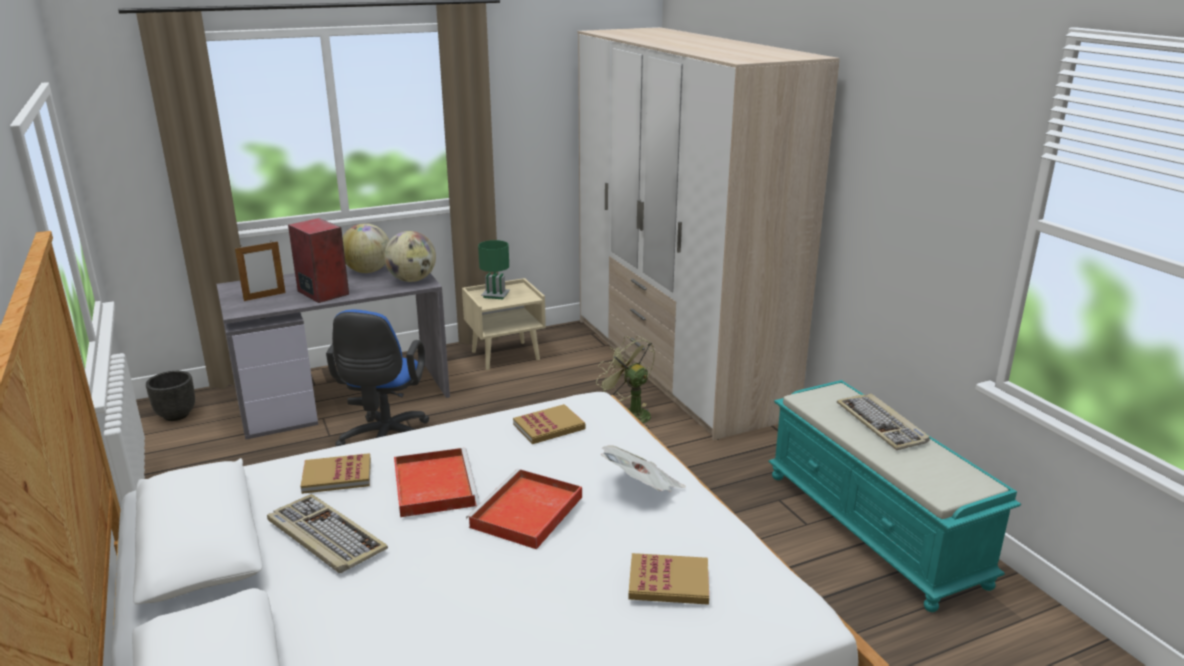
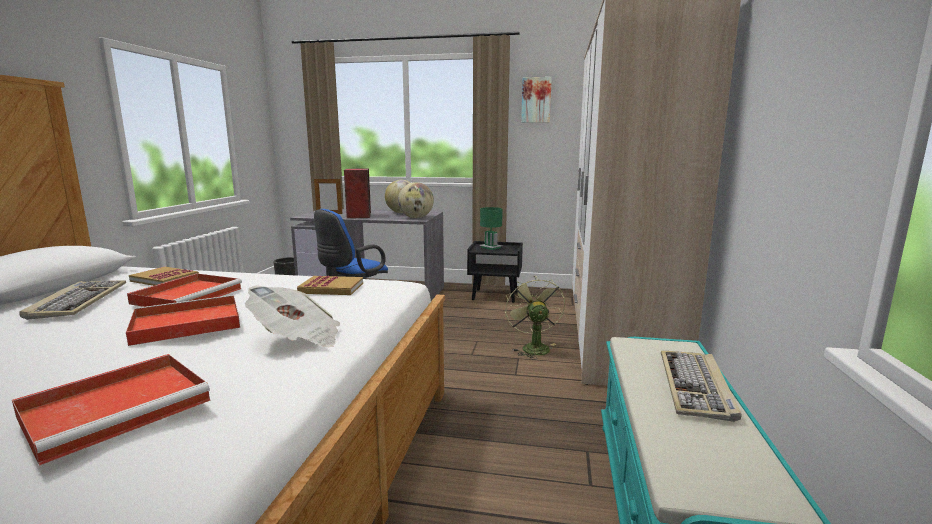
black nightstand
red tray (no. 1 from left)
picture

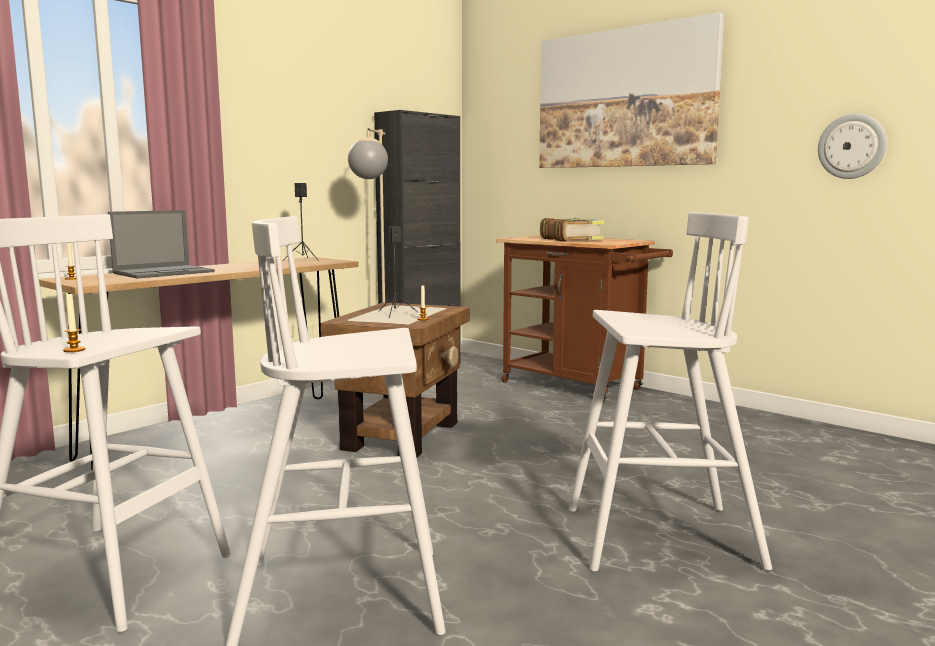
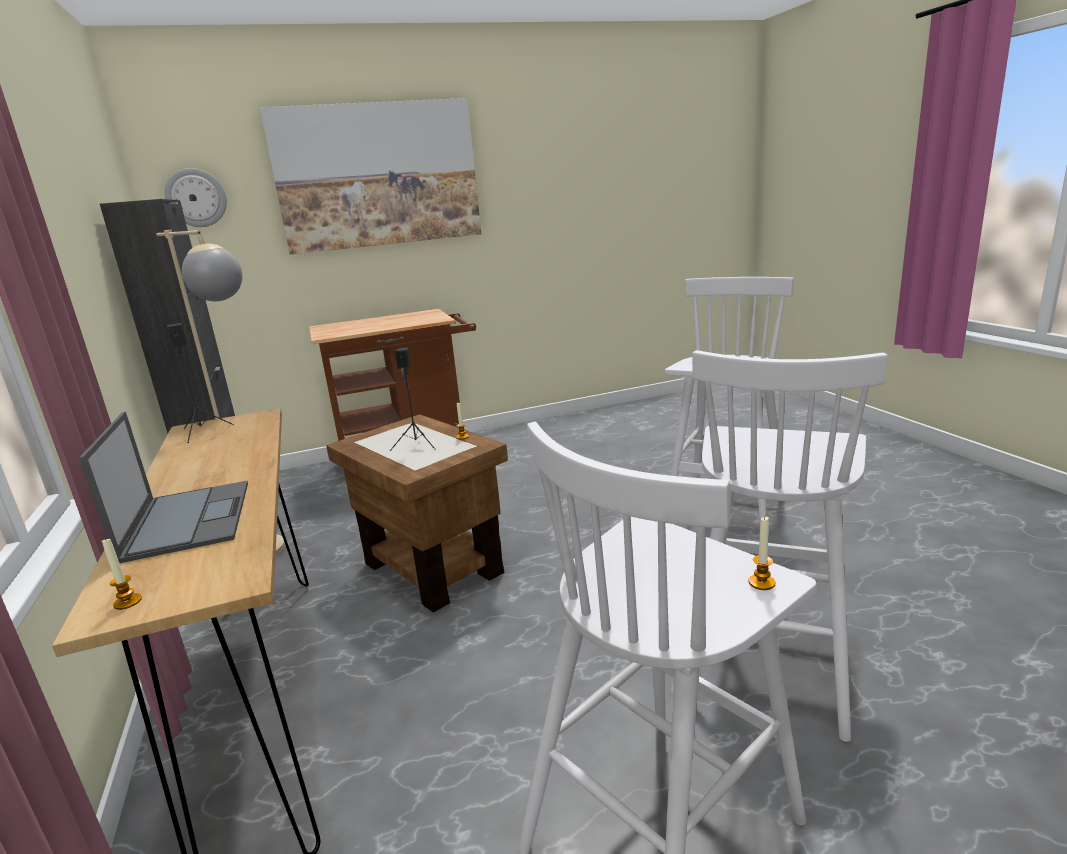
book
wall clock

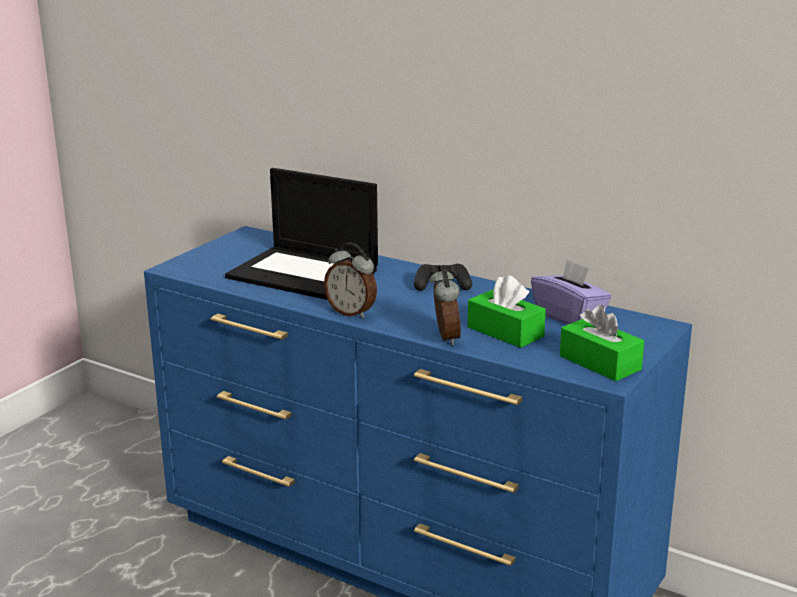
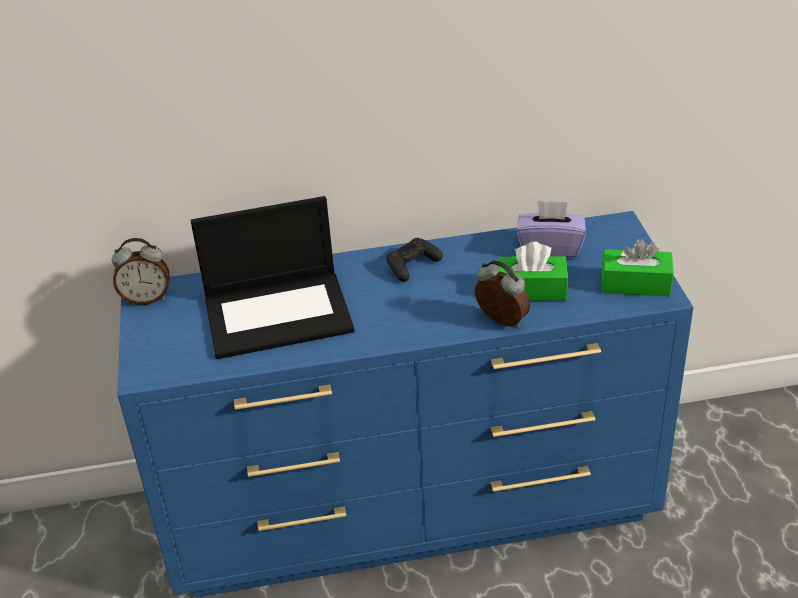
alarm clock (no. 1 from left)

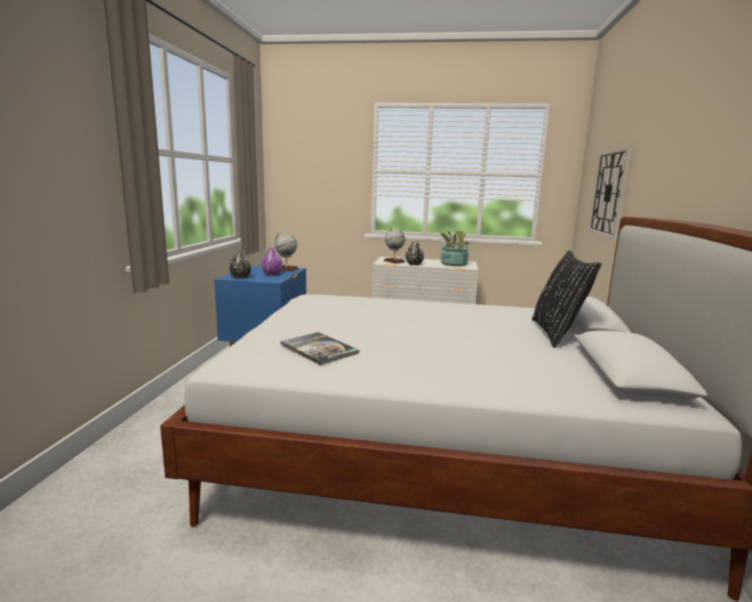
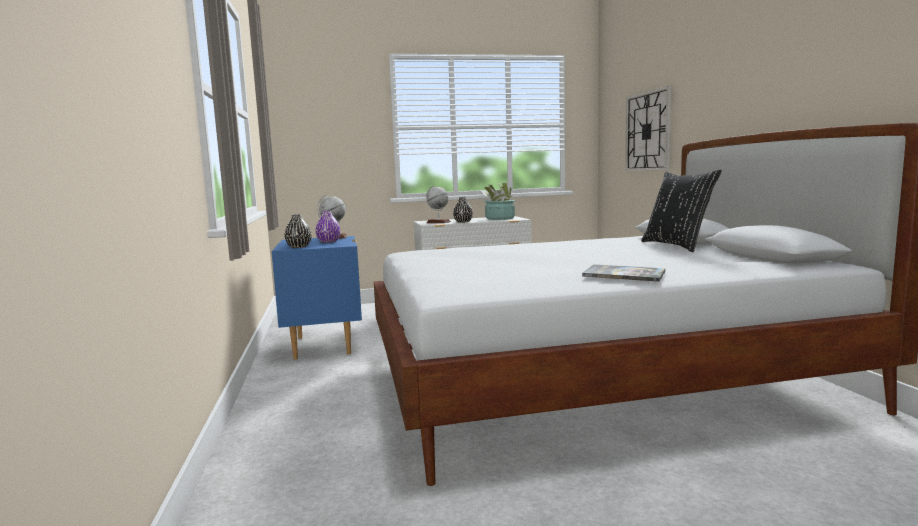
book

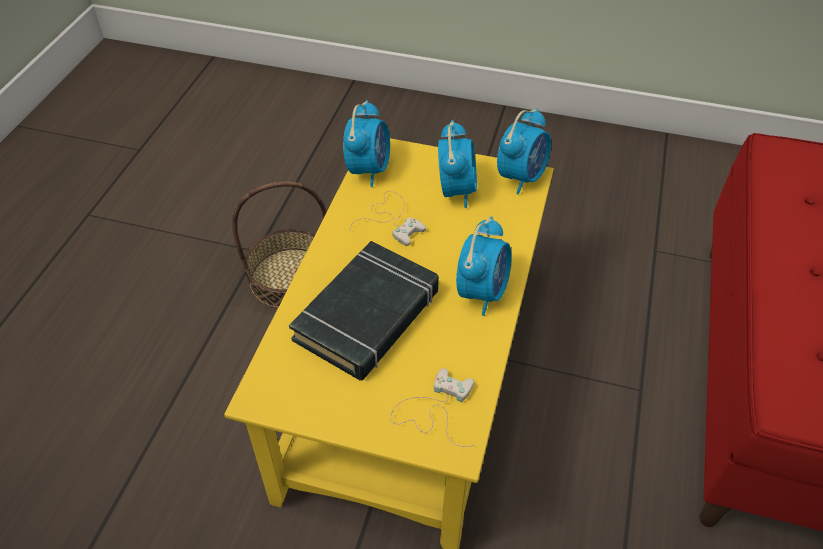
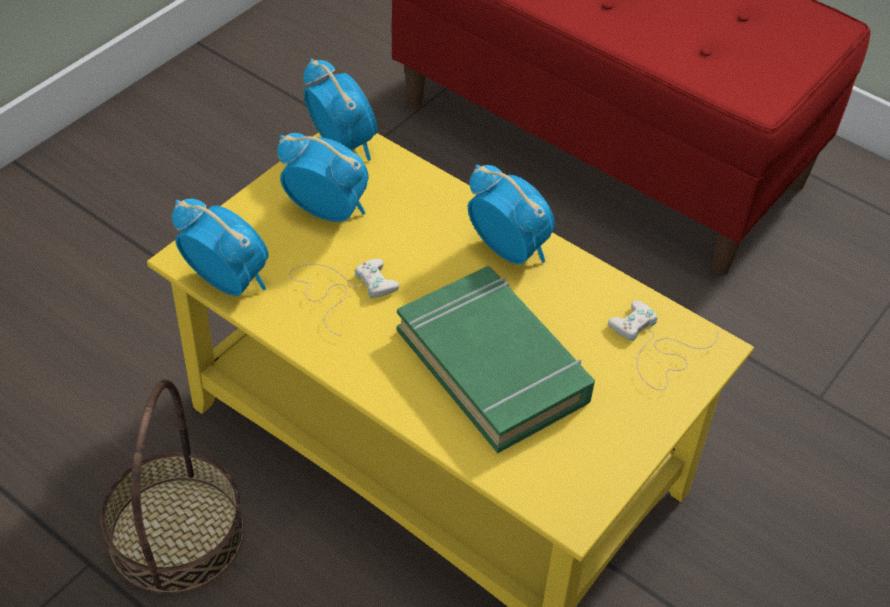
green book

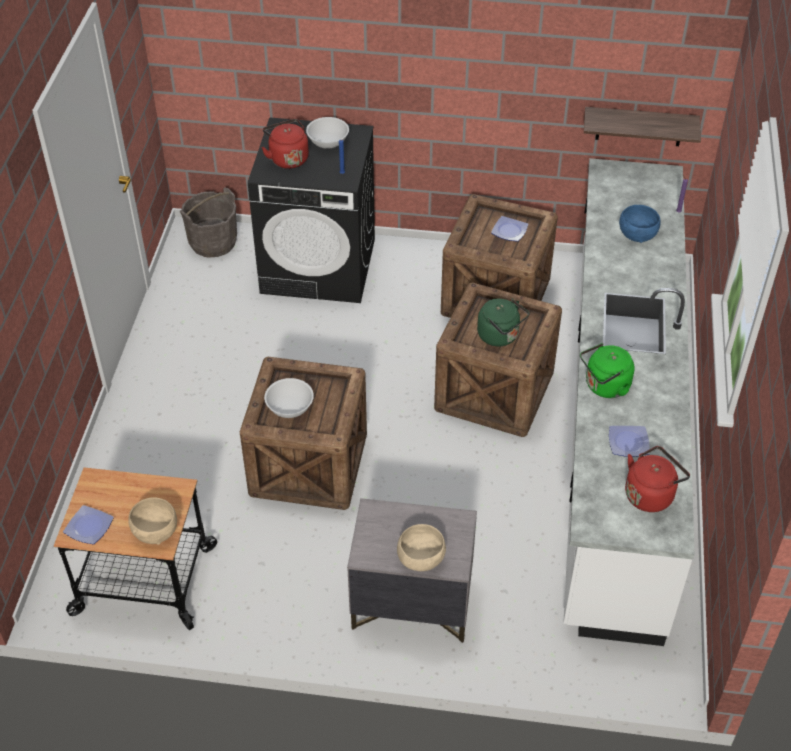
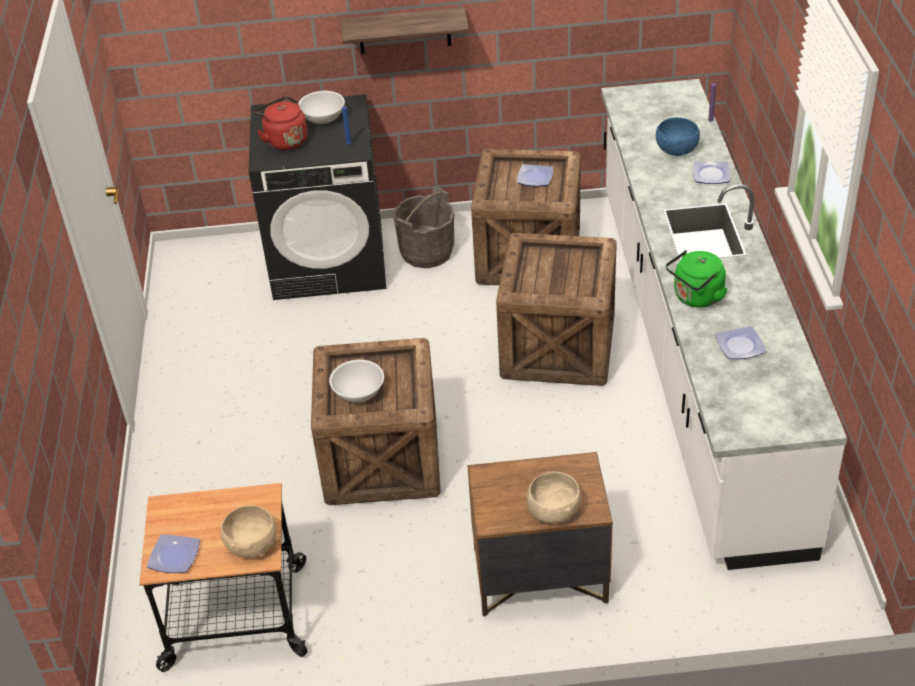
grey bucket
brown nightstand
green kettle (no. 1 from left in the first image)
shelf
red kettle (no. 2 from left in the first image)
plate (no. 3 from left)

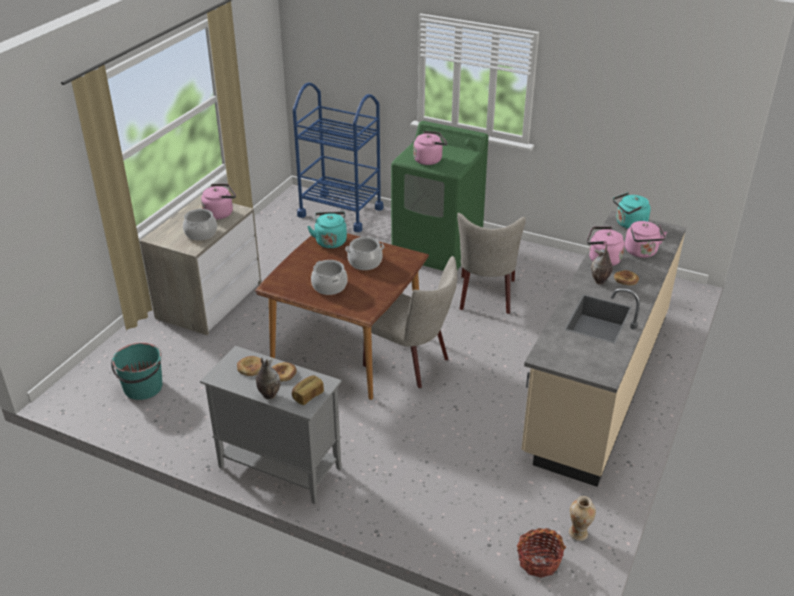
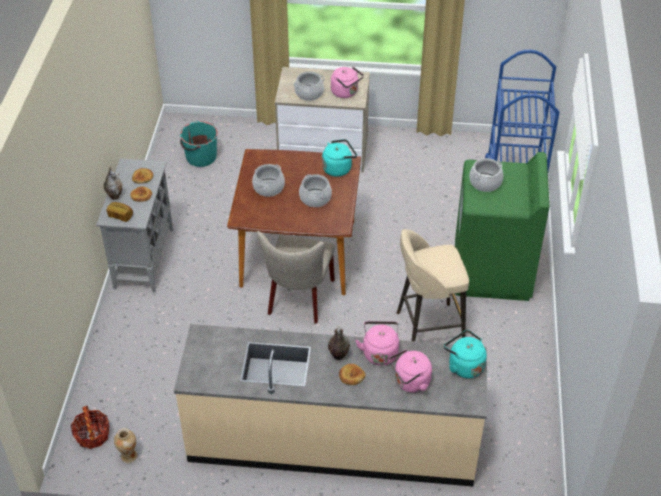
cooking pot (no. 4 from left)
beige stool

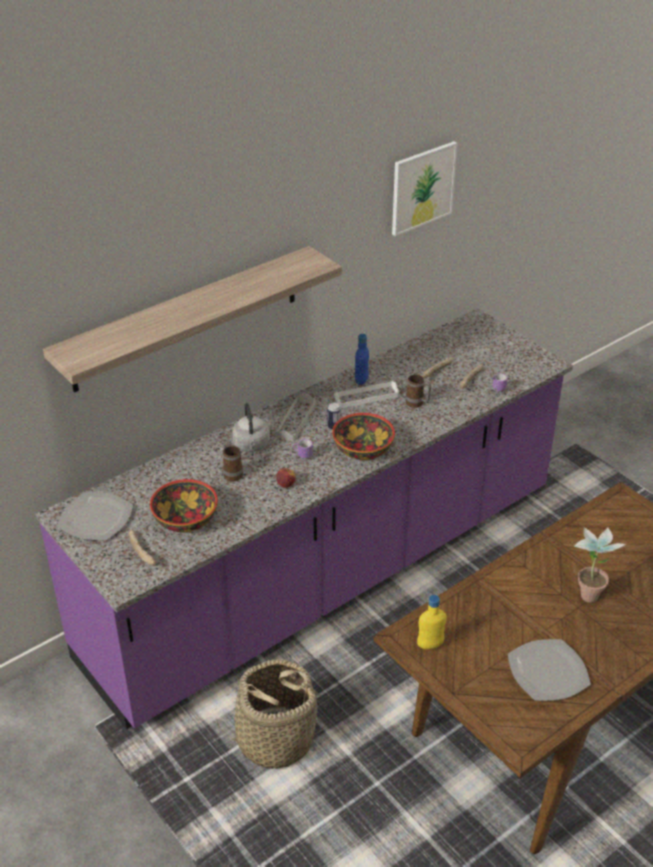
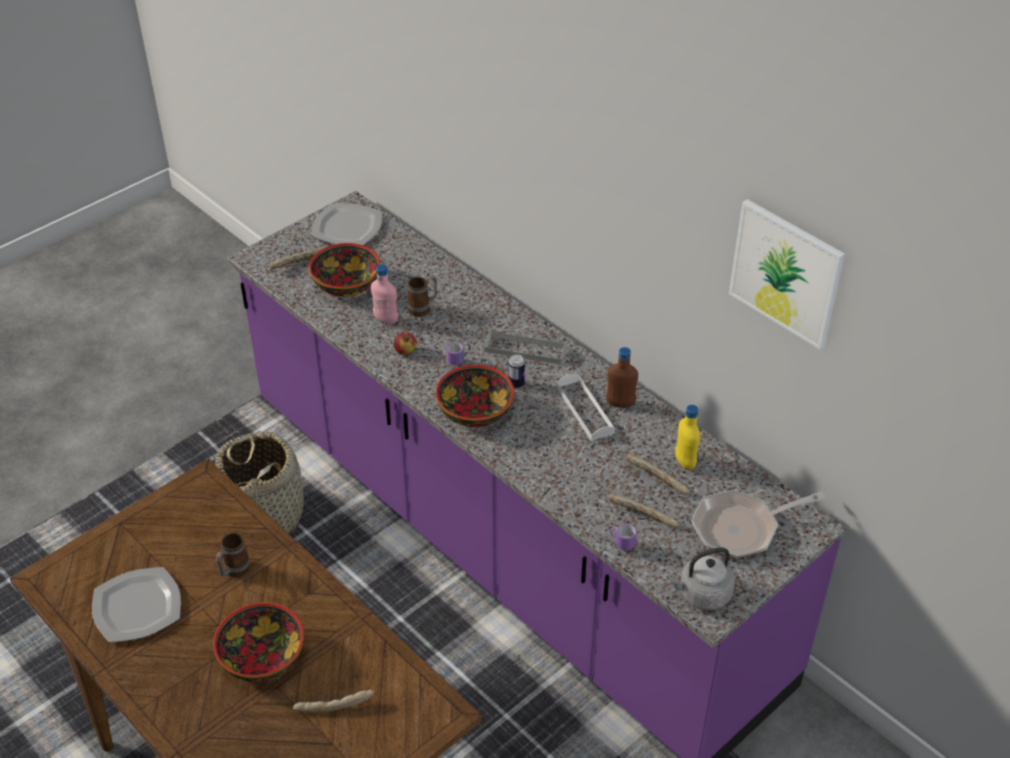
shelf
grey kettle
brown bottle
mug (no. 1 from left)
yellow bottle
bowl (no. 1 from left)
bread (no. 2 from left)
pink bottle
frying pan

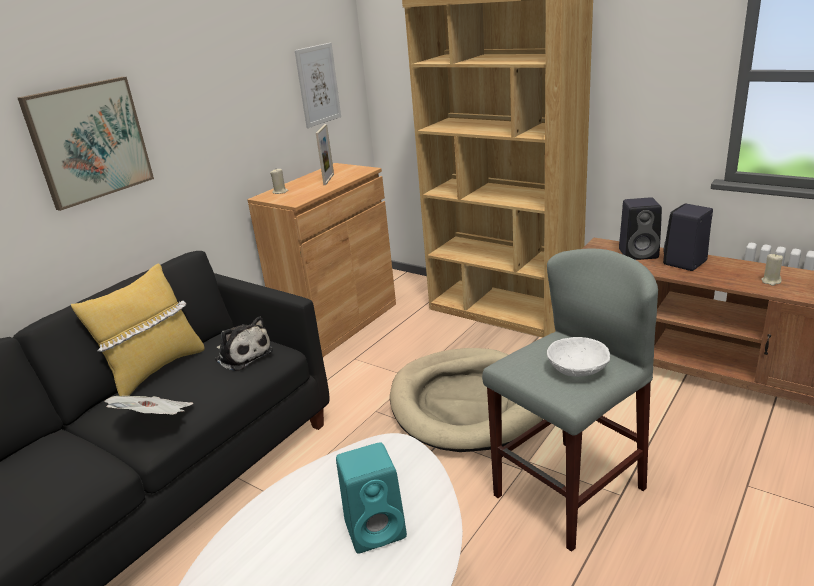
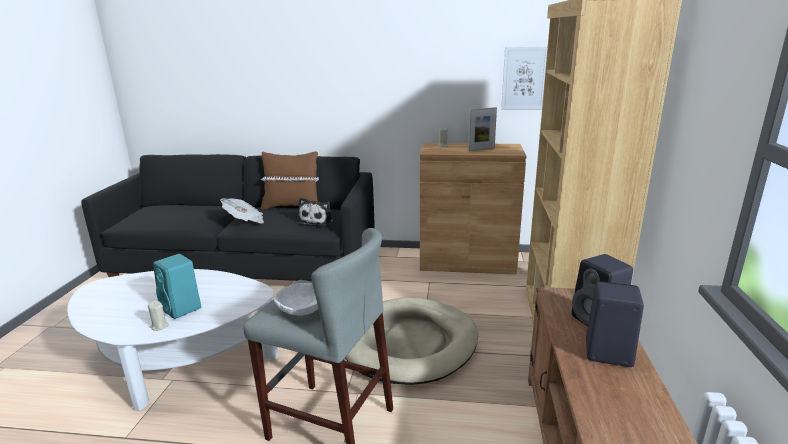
picture (no. 1 from left in the first image)
brown pillow
beige candle (no. 1 from left)

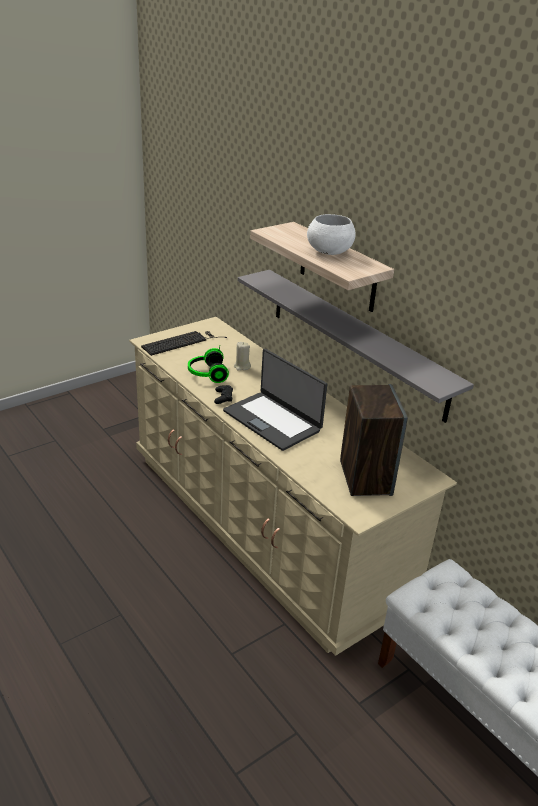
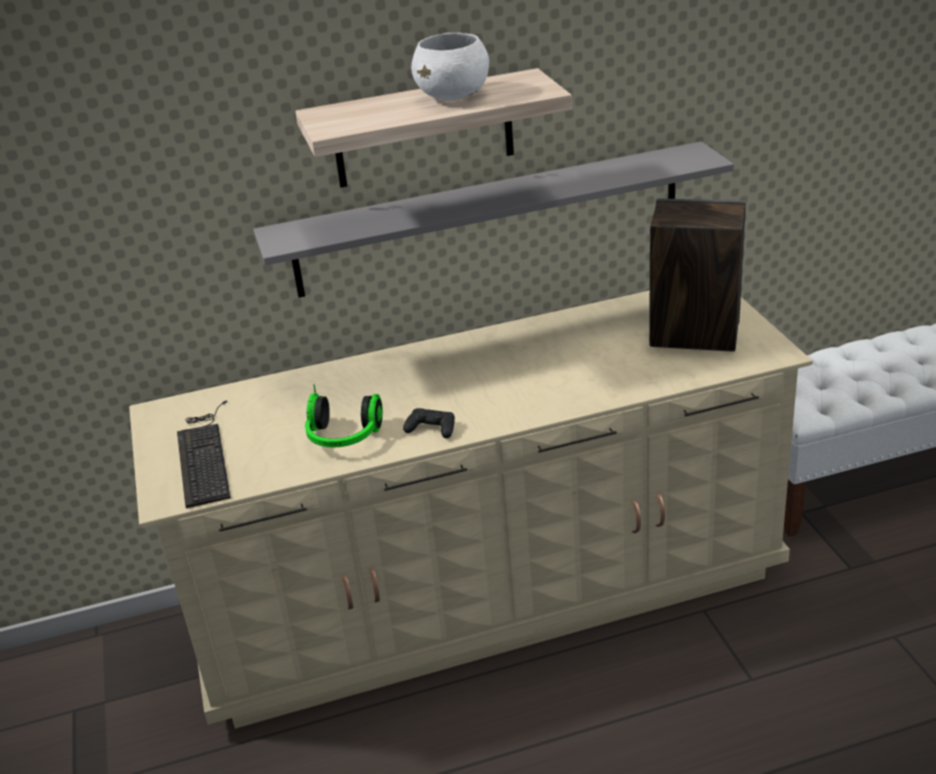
laptop
beige candle

